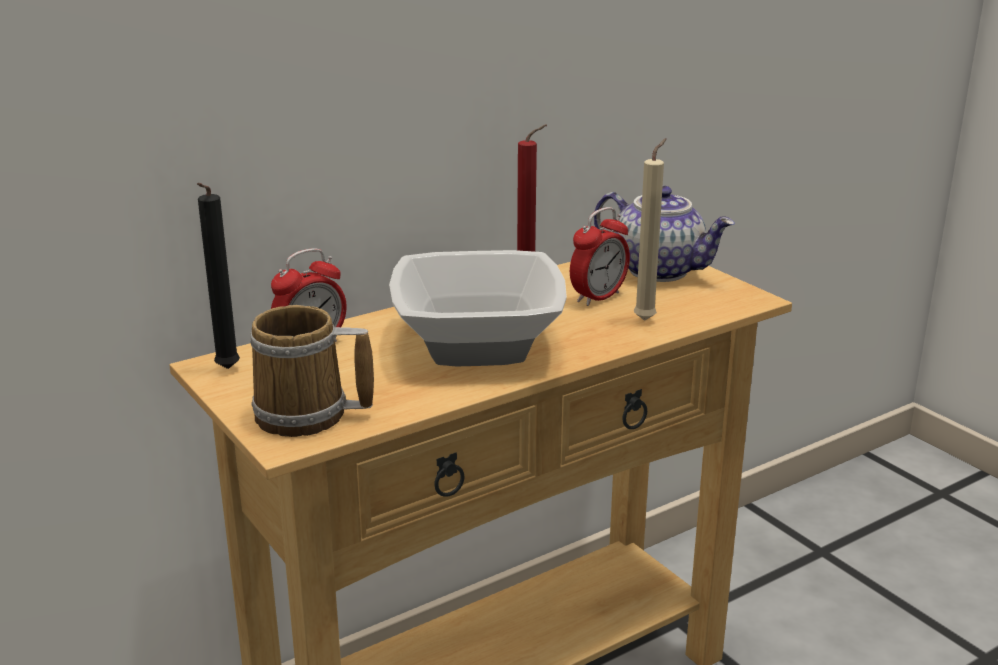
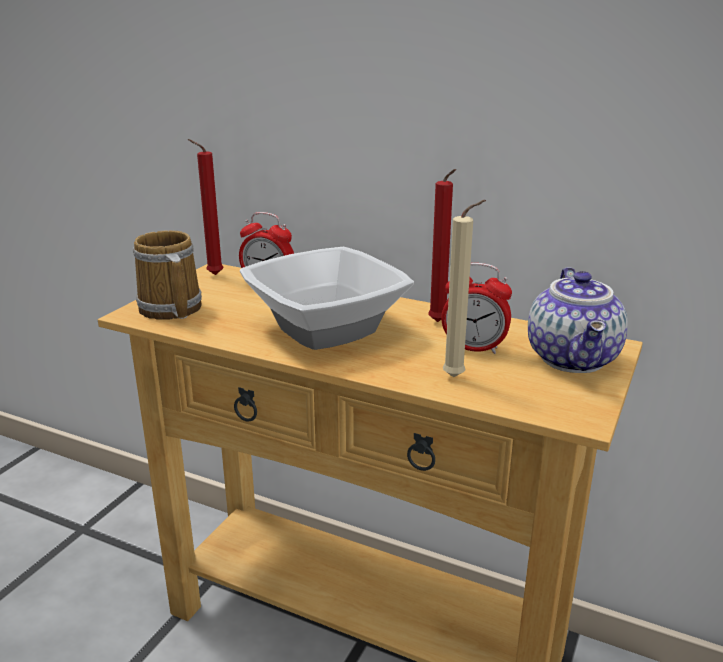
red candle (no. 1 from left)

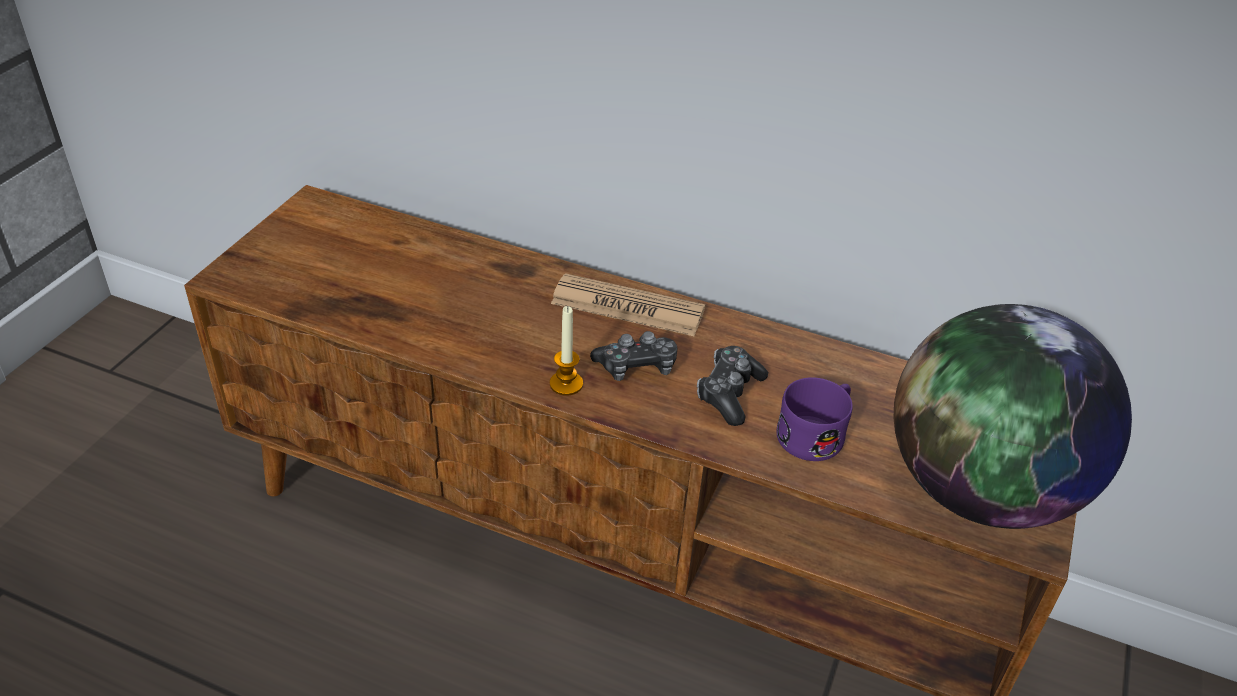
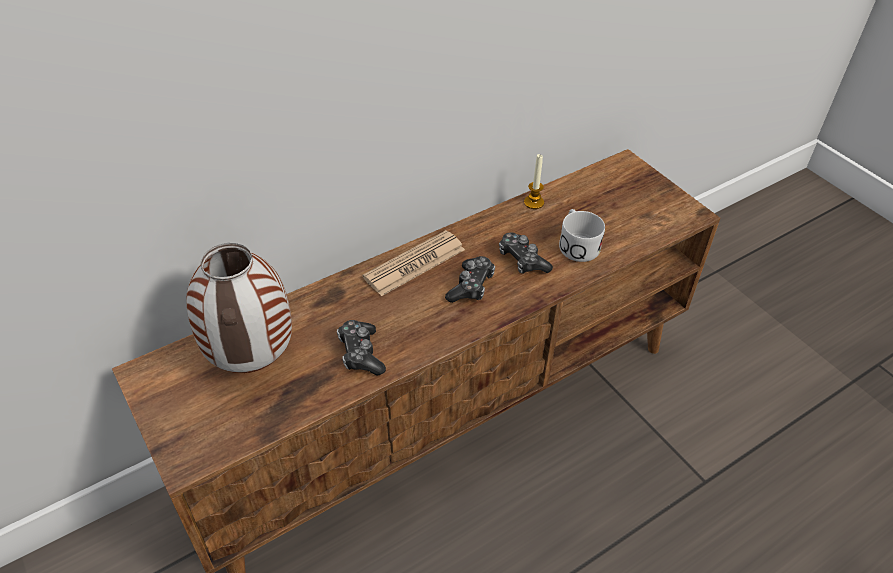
candle
white mug
globe
vase
game controller (no. 1 from left)

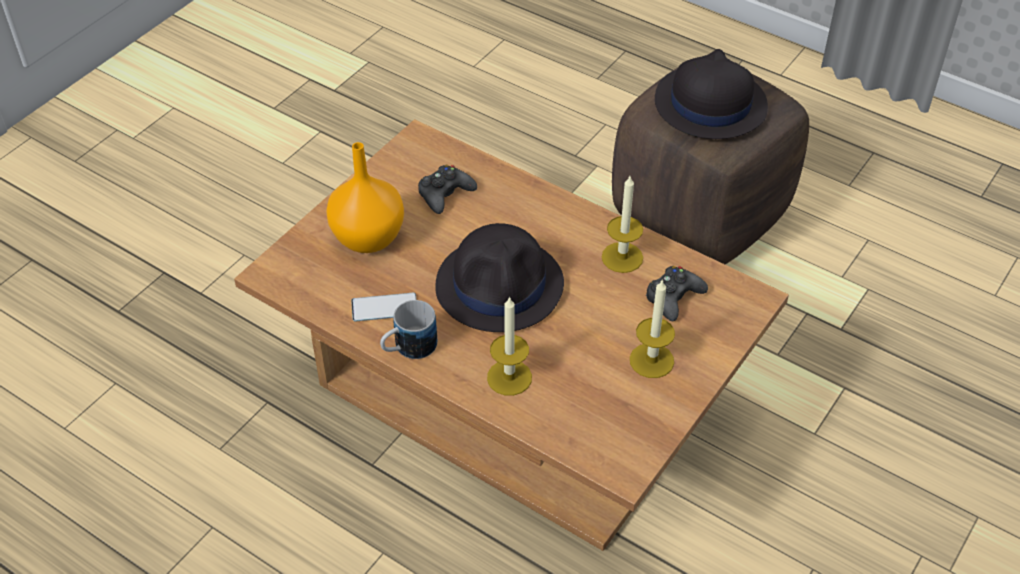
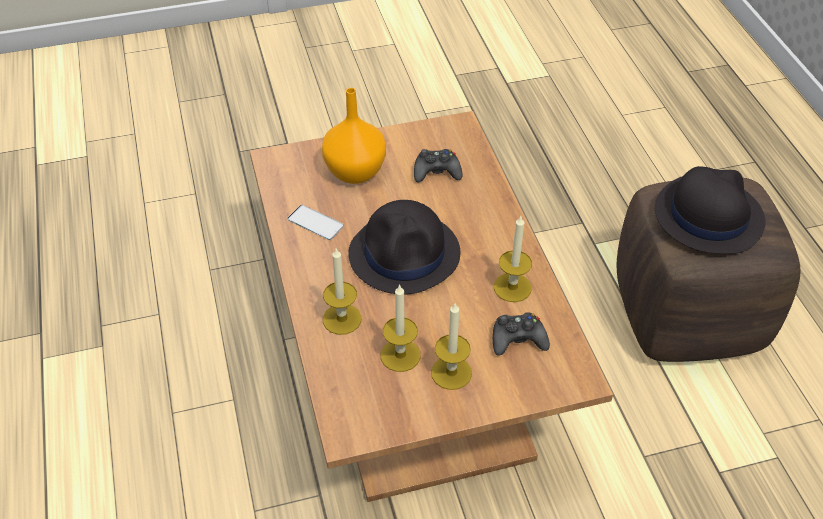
mug
candle (no. 2 from left)

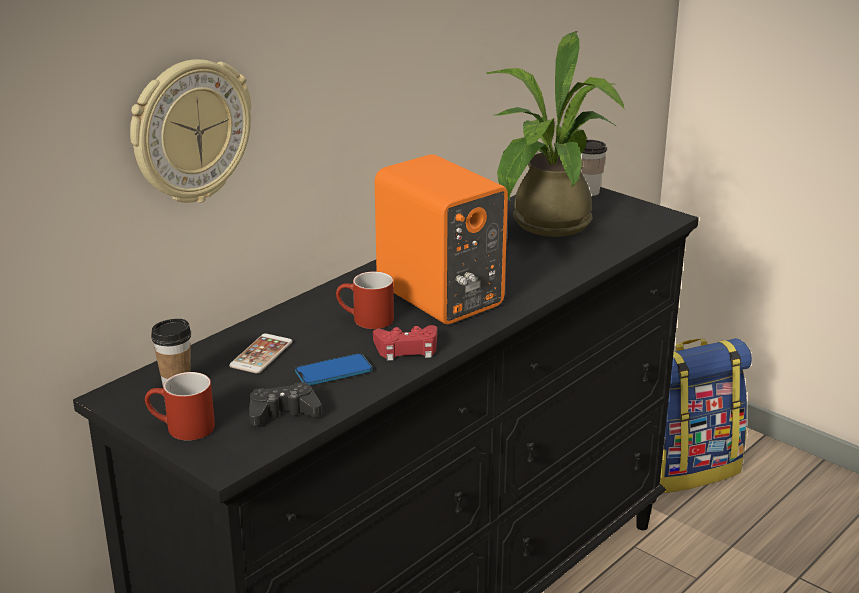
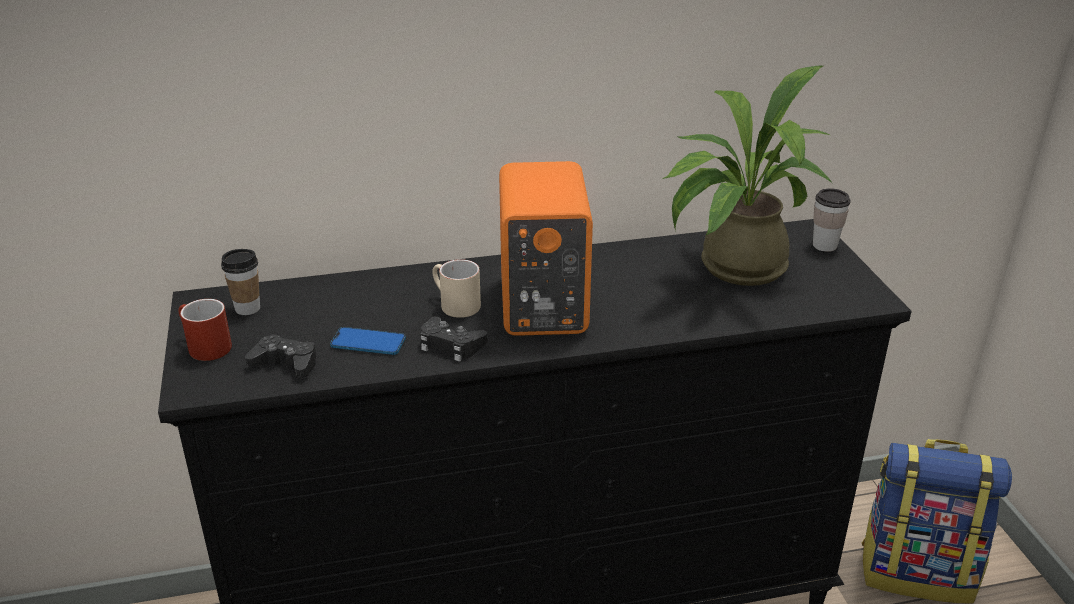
wall clock
phone (no. 1 from left in the first image)
beige mug
black game controller (no. 2 from left)

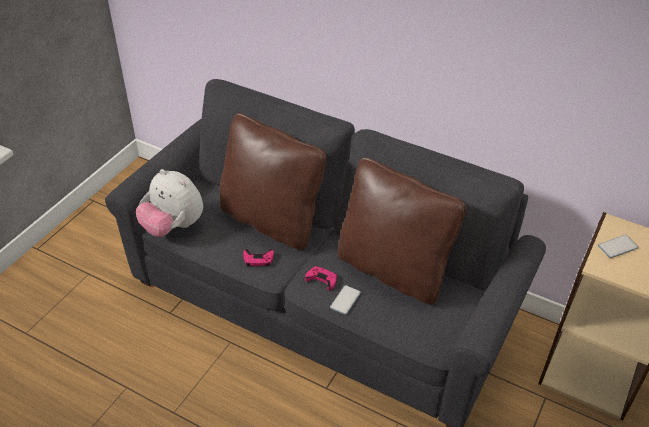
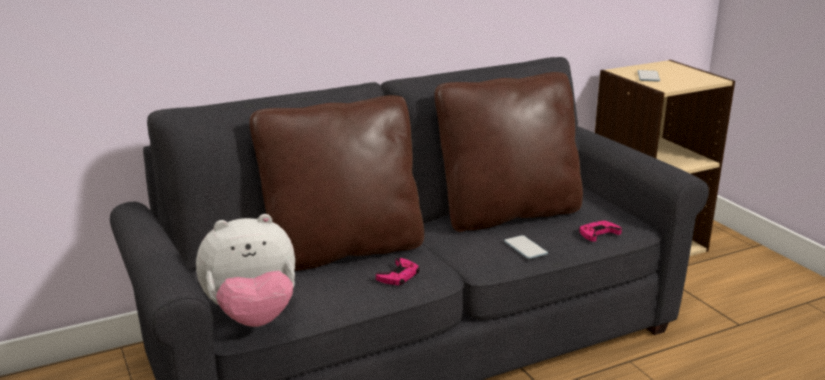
pink game controller (no. 2 from left)

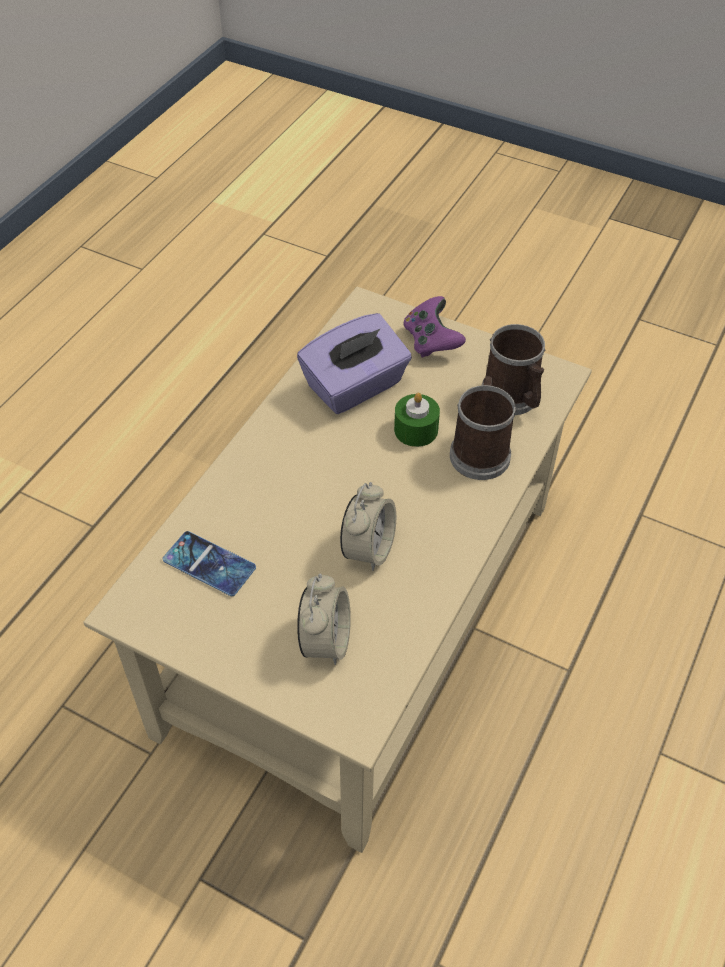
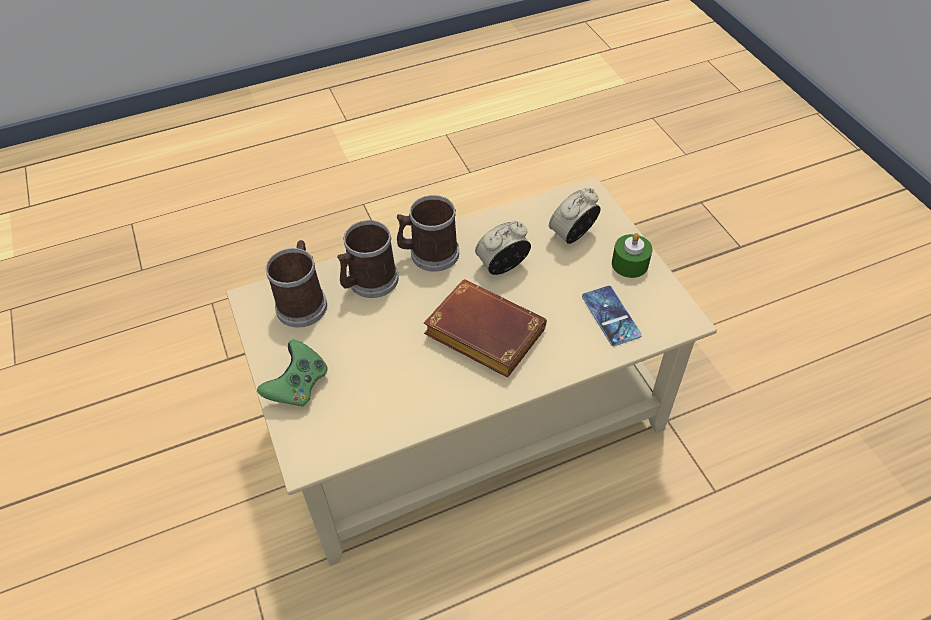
purple tissue box
green candle
green game controller
mug (no. 3 from left)
brown book

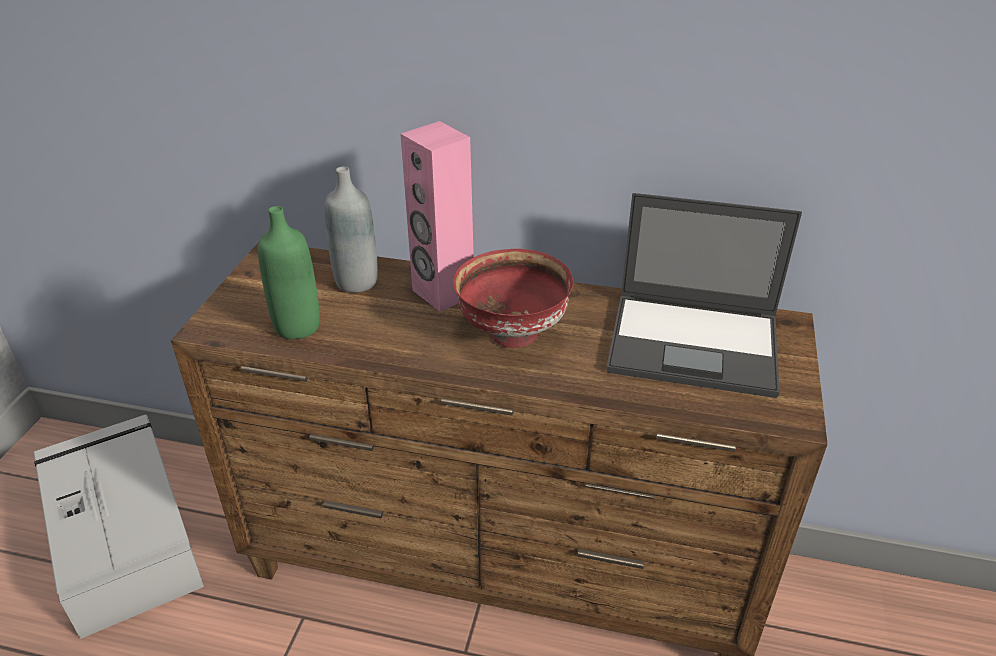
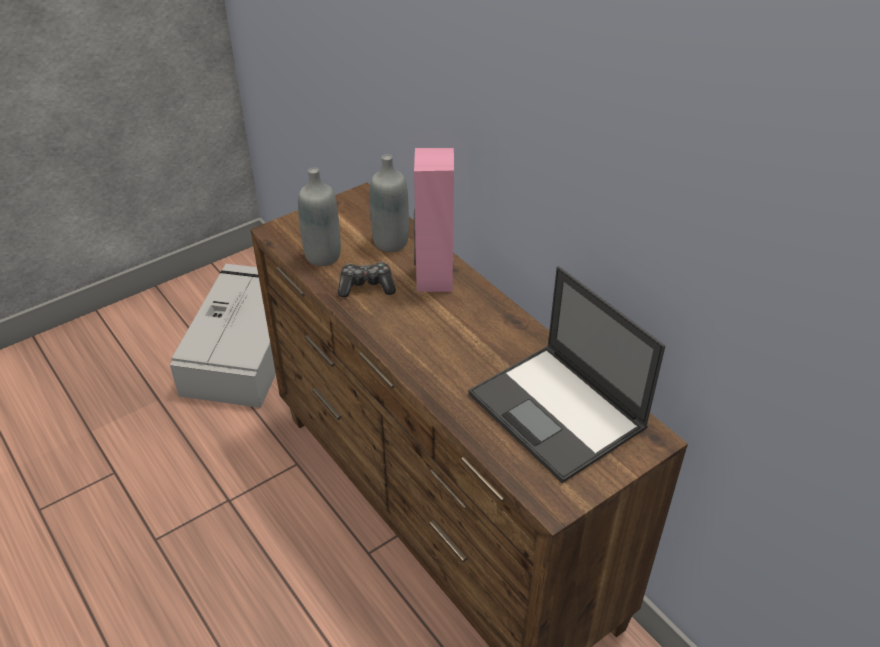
grey bottle (no. 1 from left)
red bowl
game controller

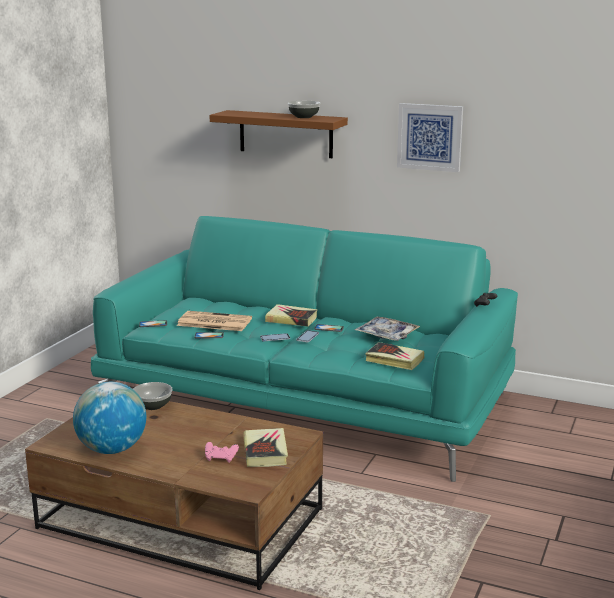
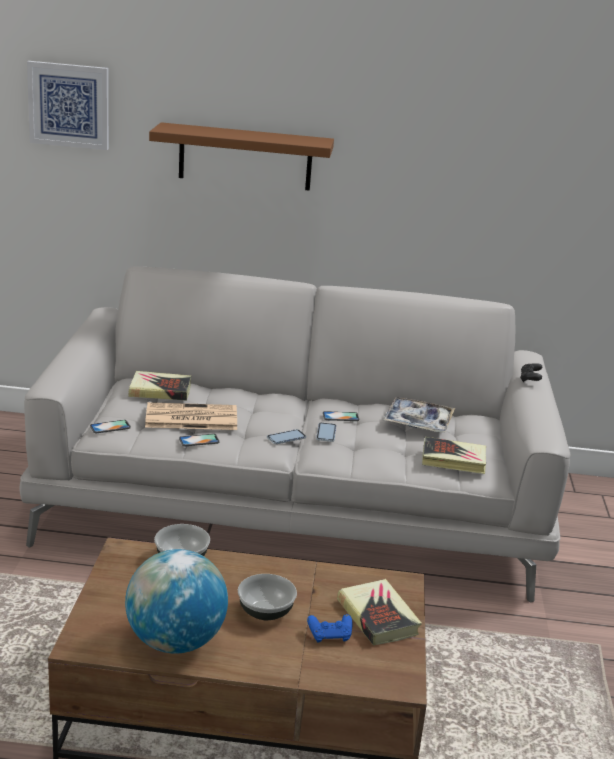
grey sofa
blue game controller
book (no. 1 from left)
bowl (no. 2 from left)
picture

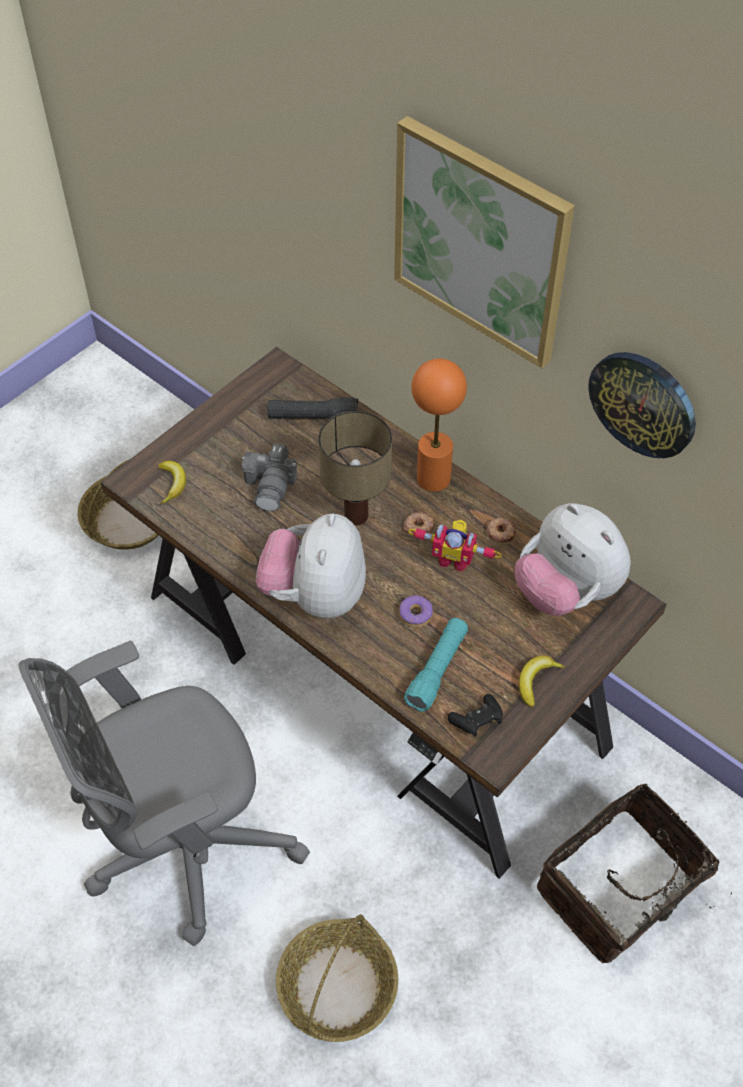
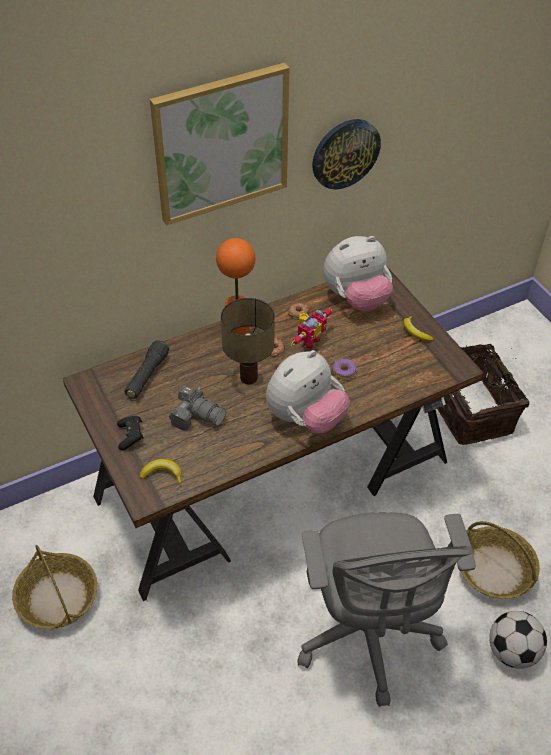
plush toy (no. 1 from left)
turquoise flashlight
black game controller
football

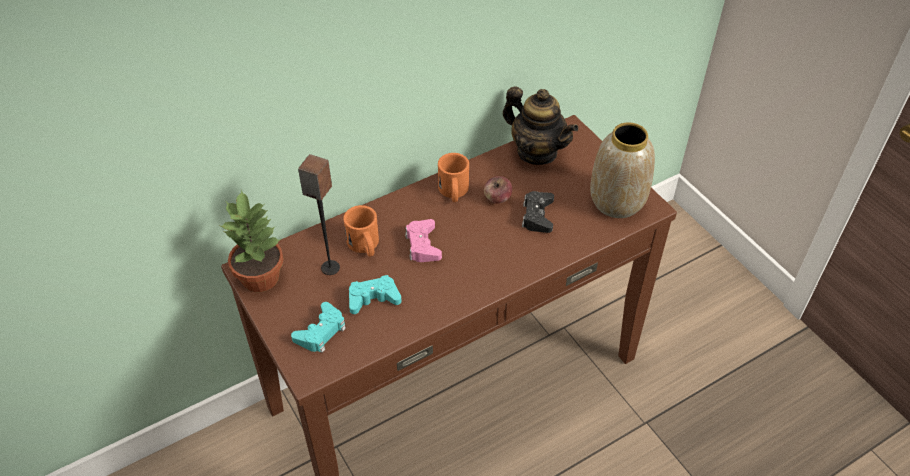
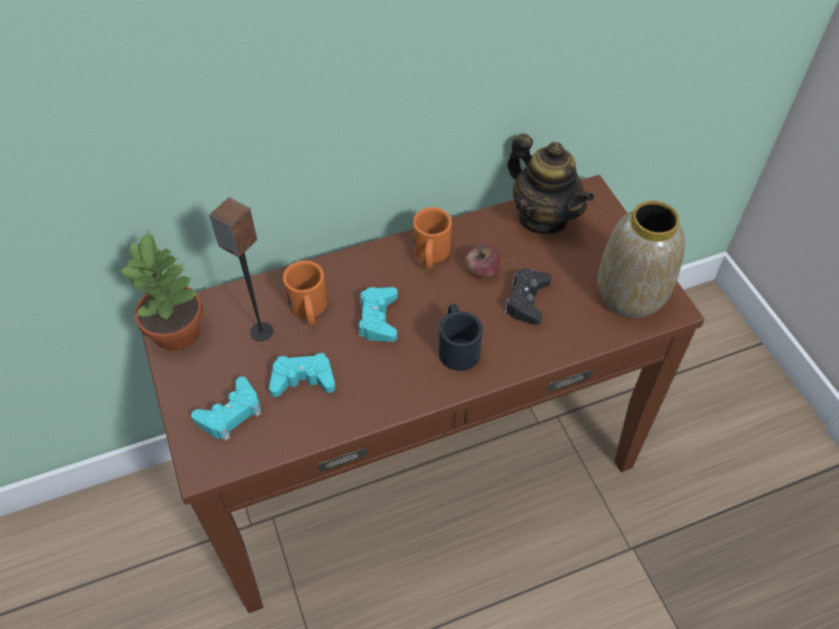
turquoise game controller (no. 3 from left)
black mug

